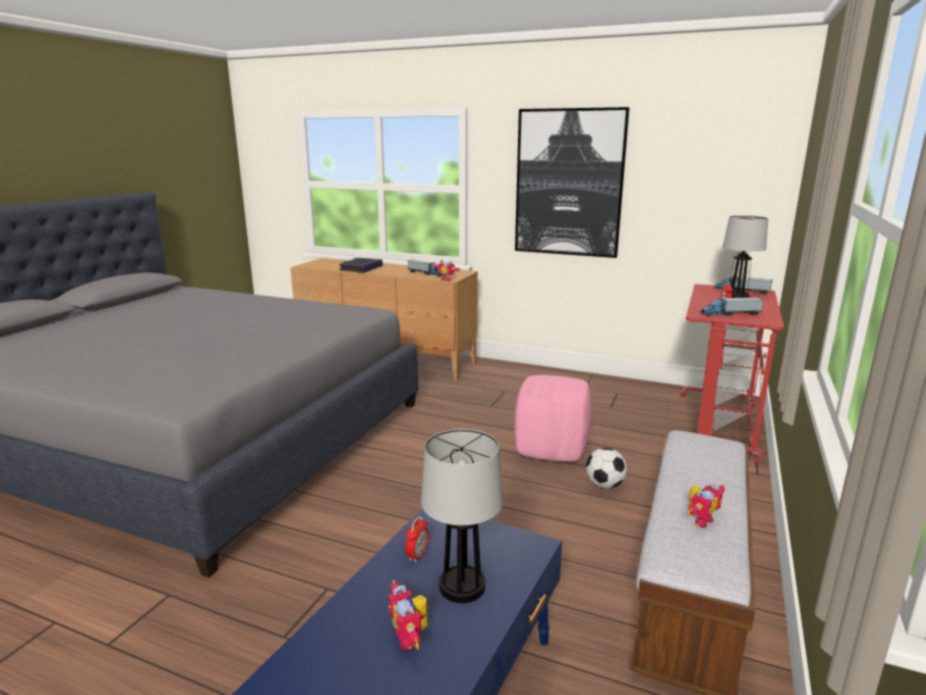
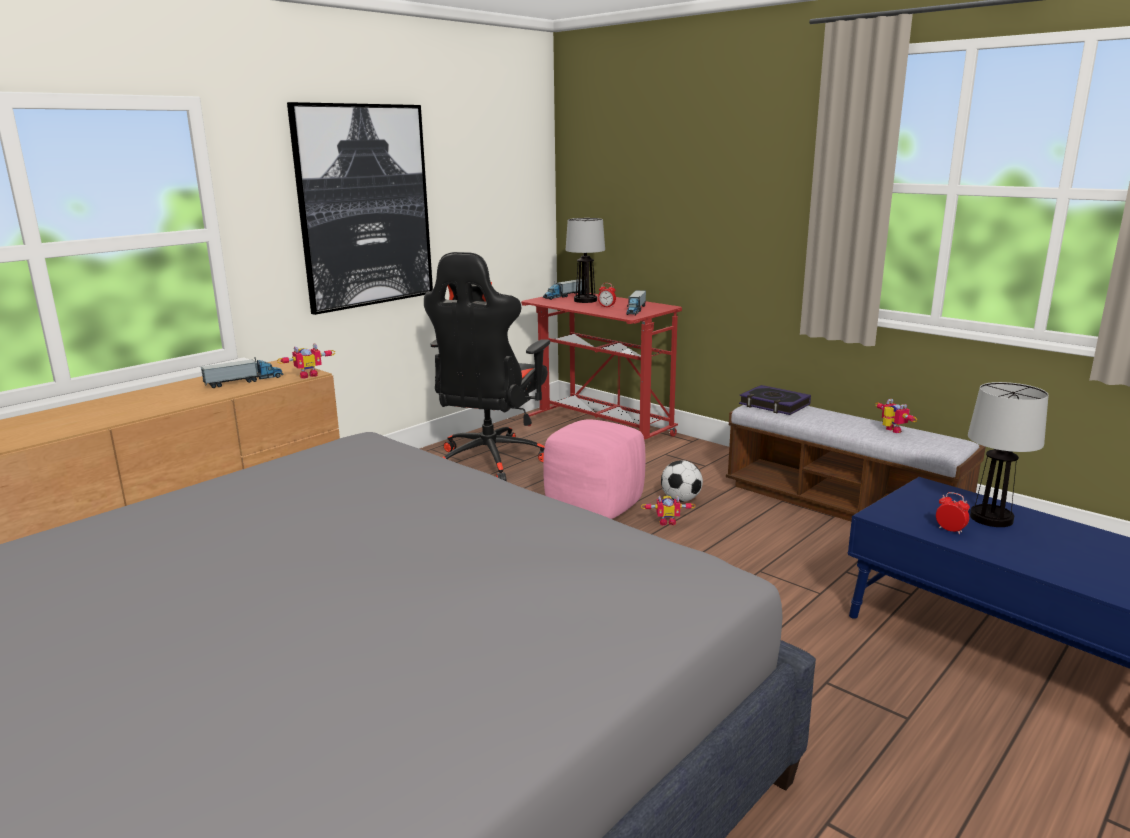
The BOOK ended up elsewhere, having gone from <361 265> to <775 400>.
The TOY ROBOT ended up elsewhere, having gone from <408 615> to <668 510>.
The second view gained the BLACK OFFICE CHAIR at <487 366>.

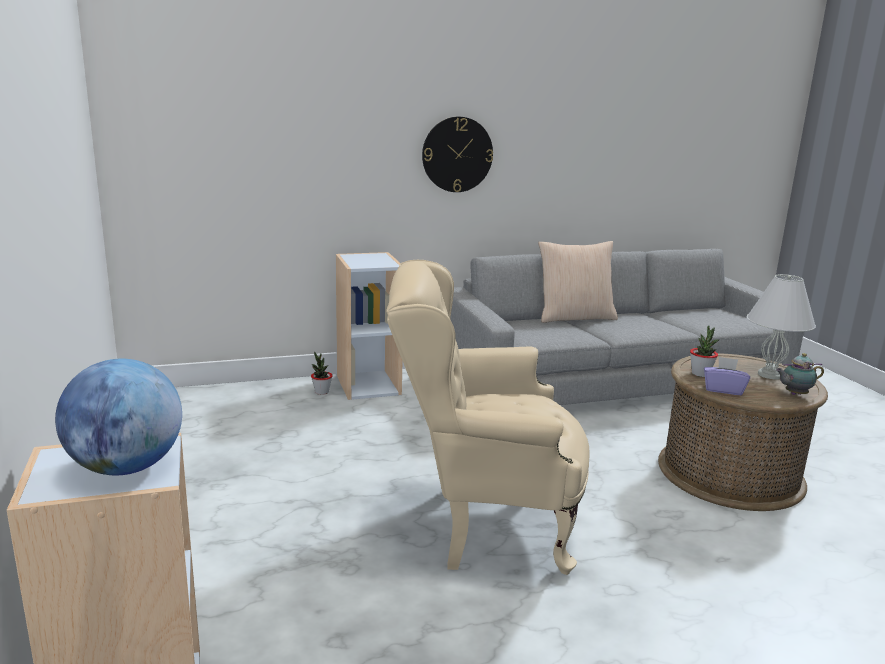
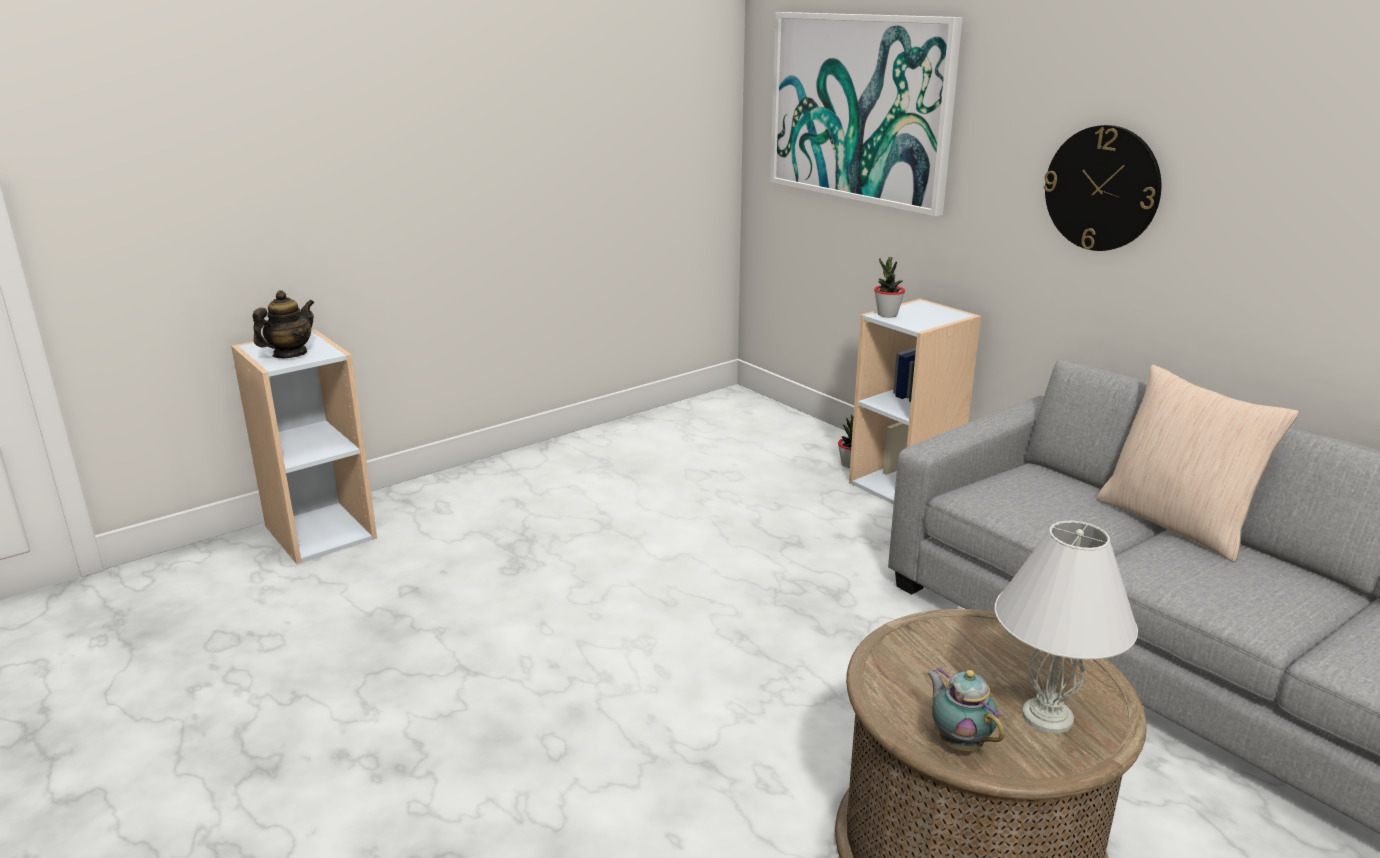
The second view lost the BEIGE ARMCHAIR at <488 417>.
The POTTED PLANT ended up elsewhere, having gone from <704 351> to <889 287>.
The second view lost the PURPLE TISSUE BOX at <727 376>.
Where the GLOBE stood at <118 417>, the TEAPOT came to stand at <283 324>.
The second view gained the PICTURE at <866 114>.

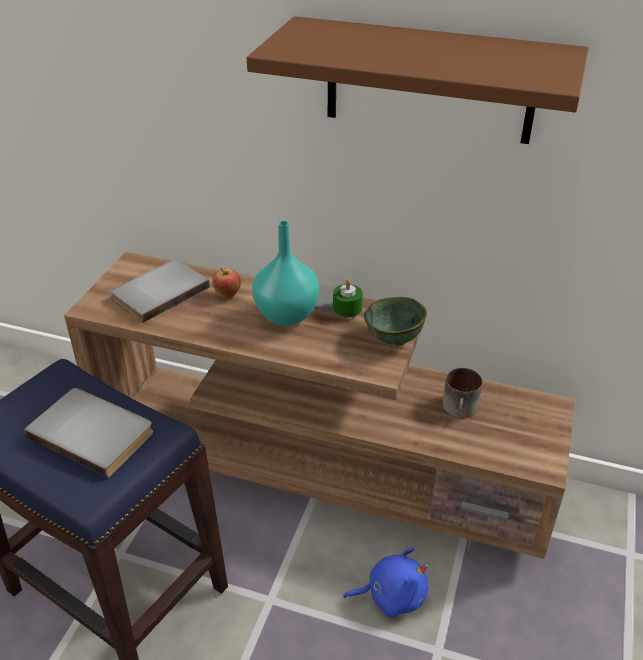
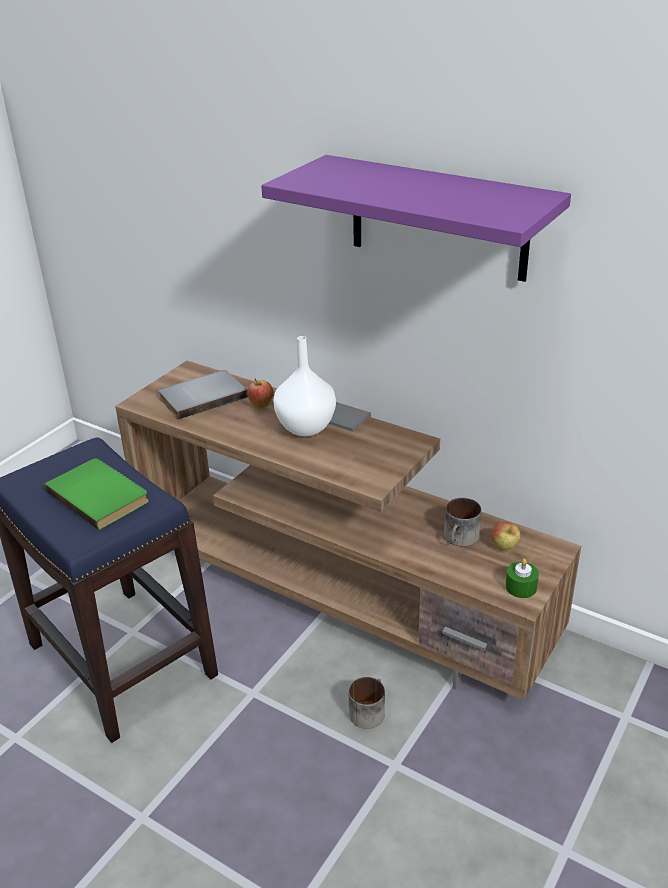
What was the BROWN SHELF at <418 80> turned into the PURPLE SHELF at <416 218>.
What was the TURQUOISE VASE at <285 273> turned into the WHITE VASE at <304 386>.
The GREEN CANDLE ended up elsewhere, having gone from <348 298> to <522 578>.
The second view lost the GREEN BOWL at <395 321>.
What was the GREY BOOK at <88 433> turned into the GREEN BOOK at <97 494>.
Where the BLUE PLUSH TOY stood at <386 582>, the MUG came to stand at <367 703>.
The second view gained the APPLE at <506 536>.

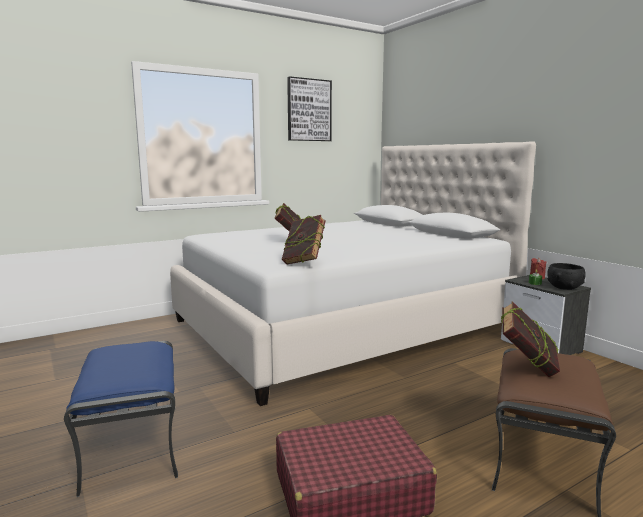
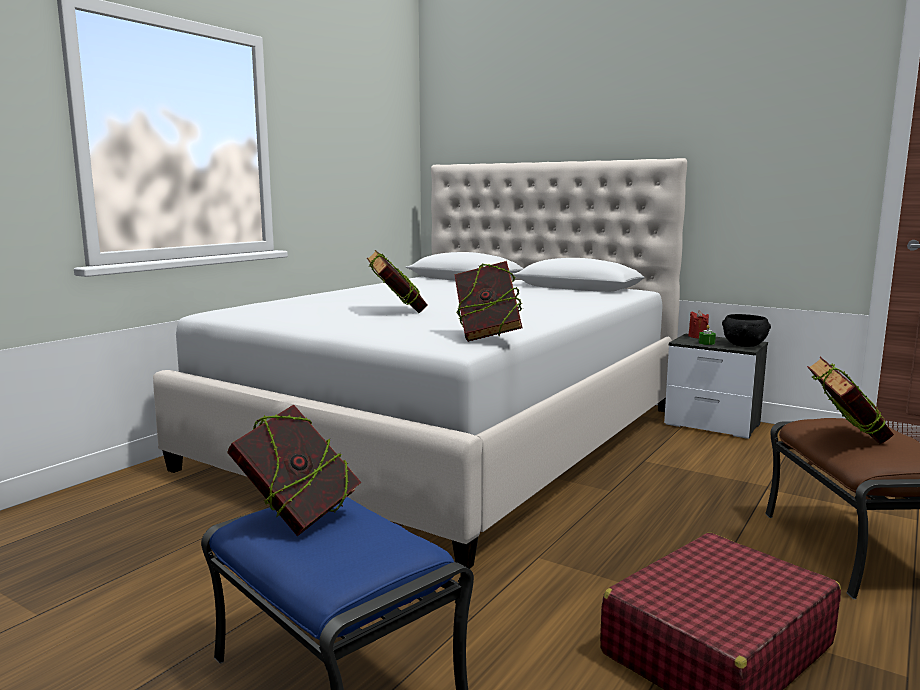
The second view lost the PICTURE at <309 108>.
The second view gained the BOOK at <294 470>.

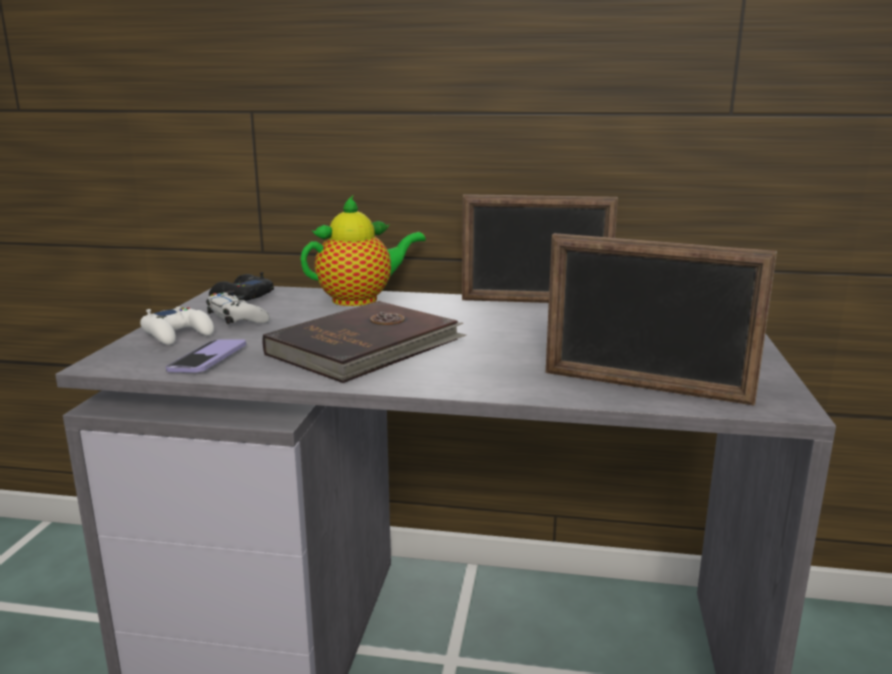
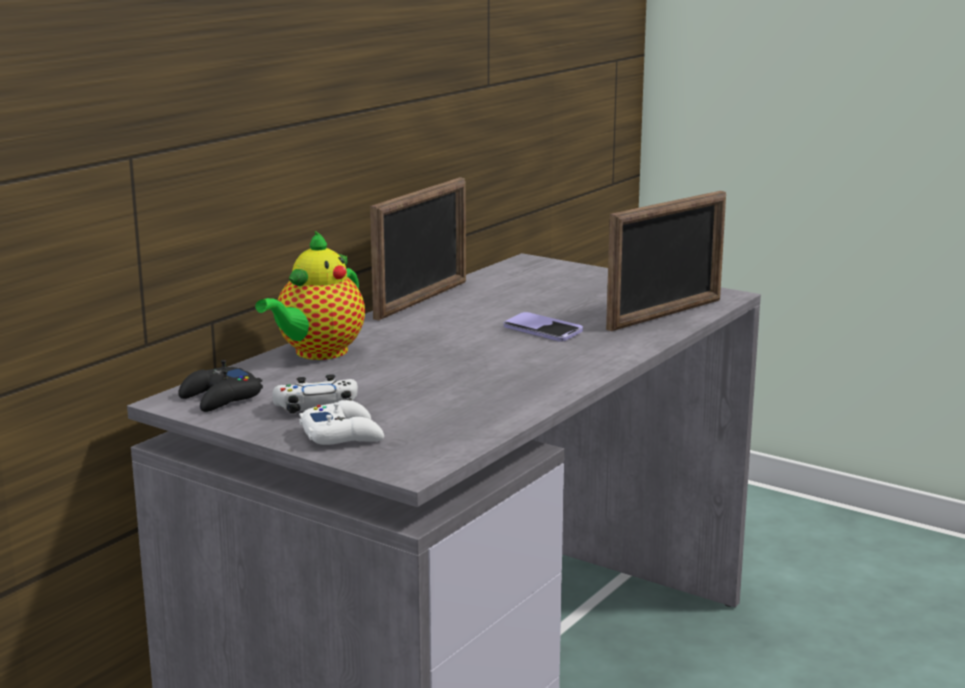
The TEAPOT at <363 251> ended up facing another way, 150 degrees counterclockwise from before.
The second view lost the BROWN BOOK at <364 342>.
The PHONE ended up elsewhere, having gone from <206 355> to <543 327>.

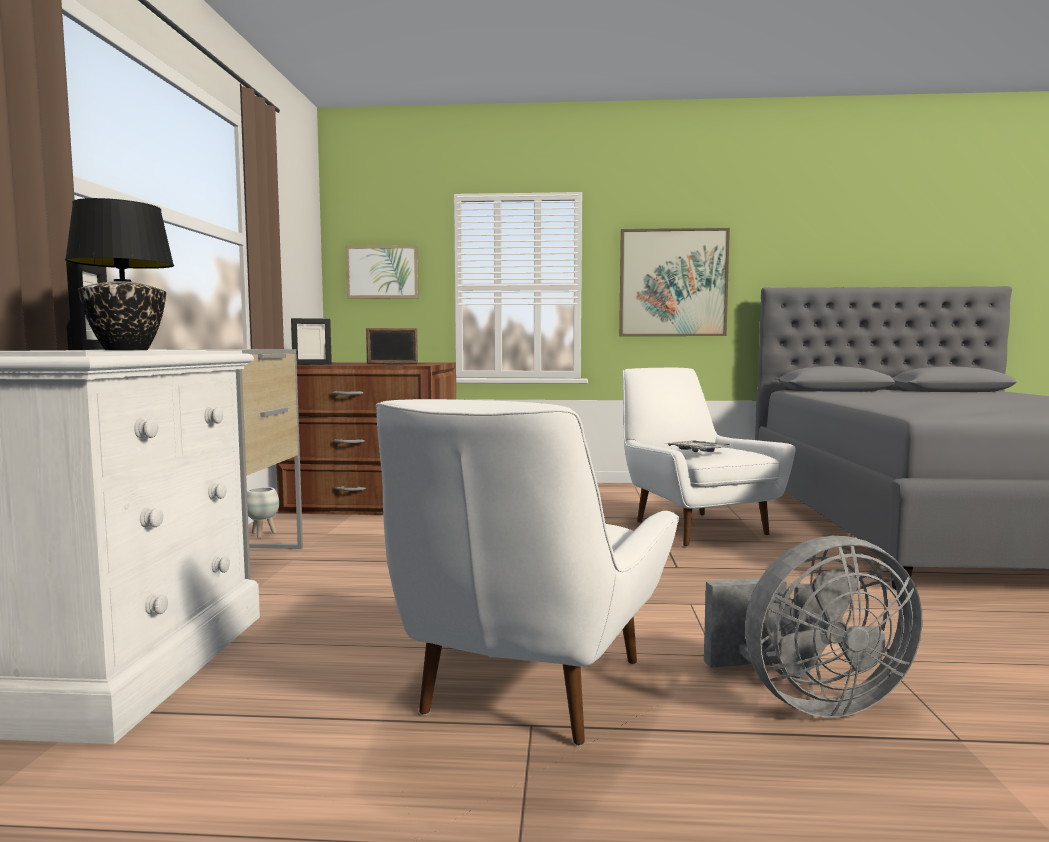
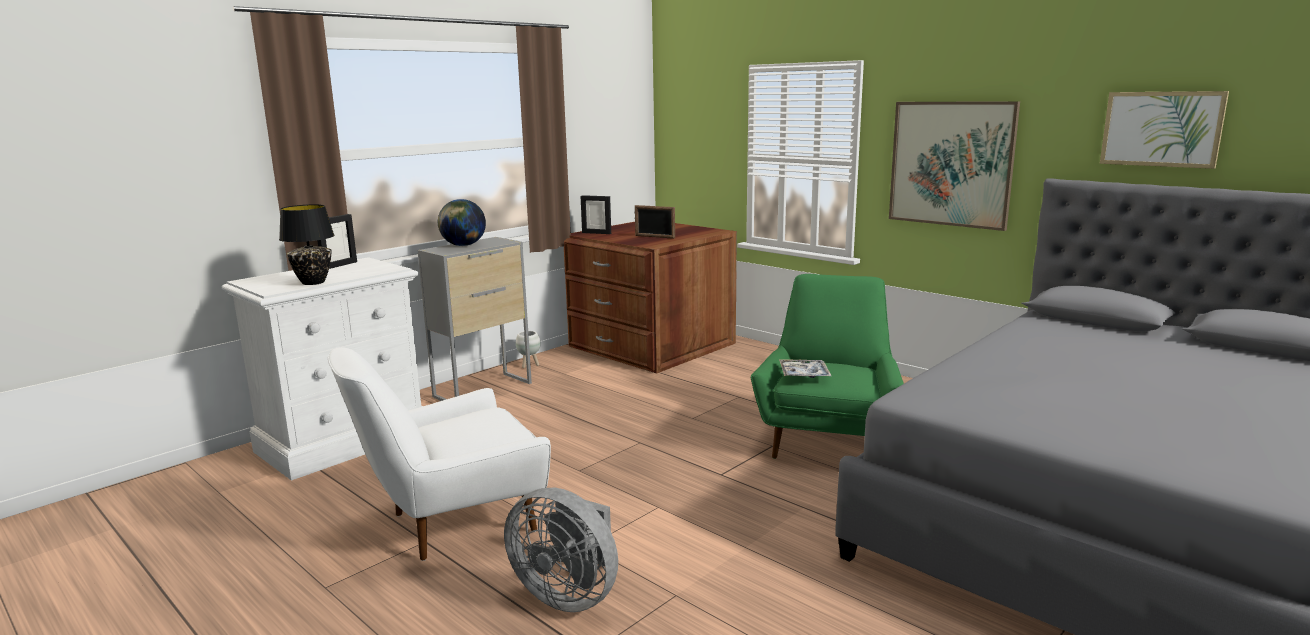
The PICTURE ended up elsewhere, having gone from <382 272> to <1164 130>.
What was the WHITE ARMCHAIR at <709 457> turned into the GREEN ARMCHAIR at <827 366>.
The second view gained the GLOBE at <462 222>.

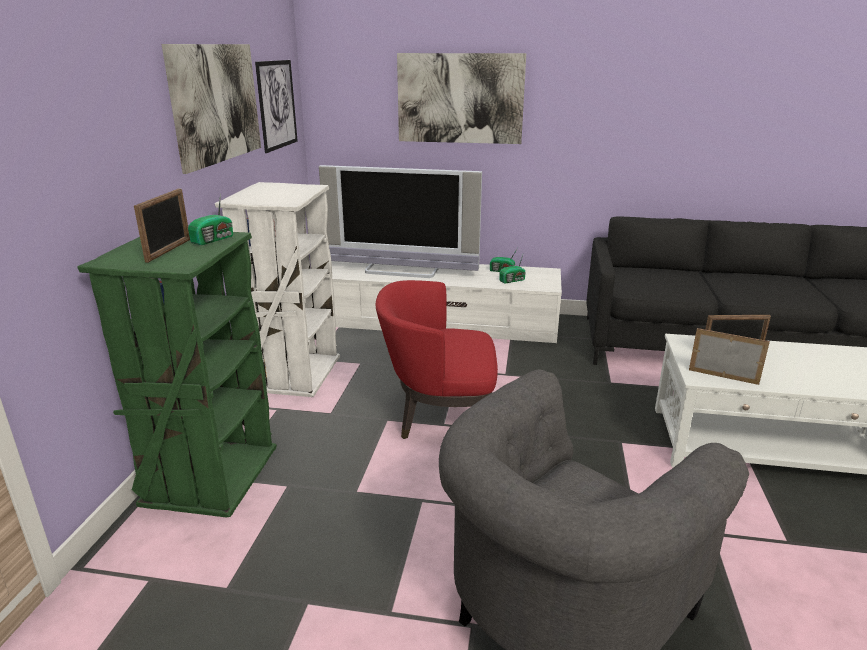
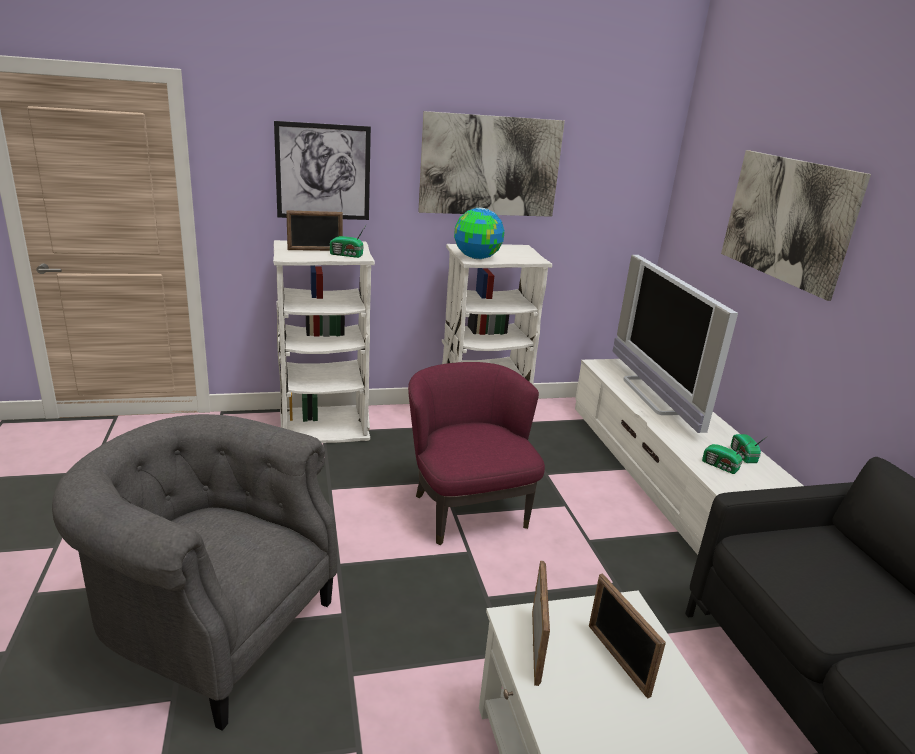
The PICTURE ended up elsewhere, having gone from <276 106> to <322 170>.
What was the GREEN BOOKCASE at <177 375> turned into the WHITE BOOKCASE at <324 341>.
What was the RED ARMCHAIR at <437 359> turned into the PURPLE ARMCHAIR at <476 453>.
The second view gained the GLOBE at <479 233>.

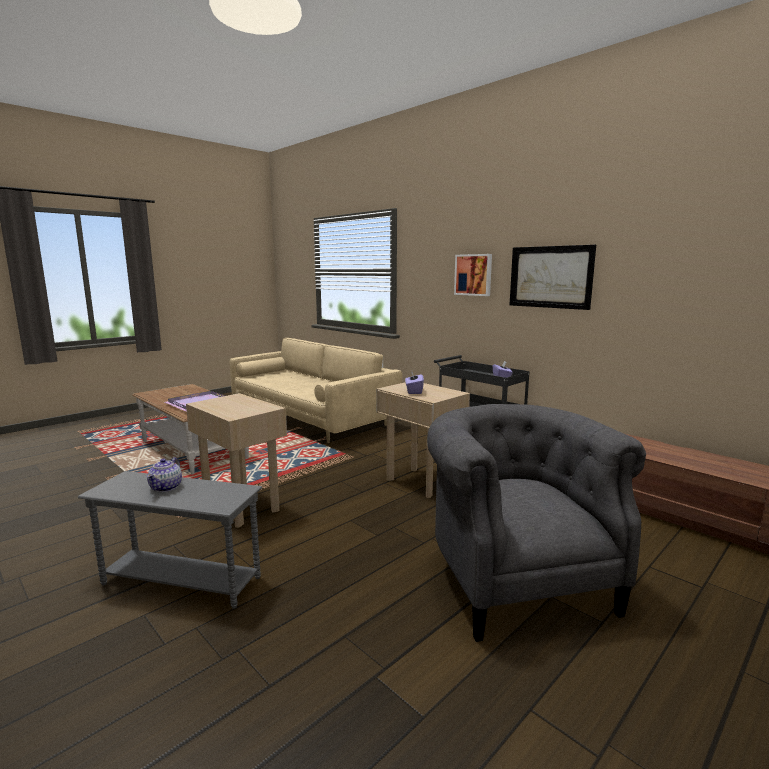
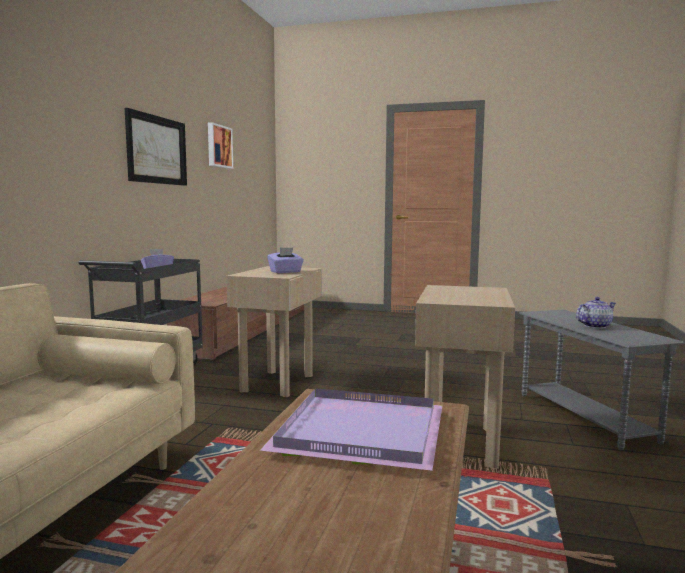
The PICTURE ended up elsewhere, having gone from <473 275> to <220 145>.
The second view lost the GREY ARMCHAIR at <536 523>.

